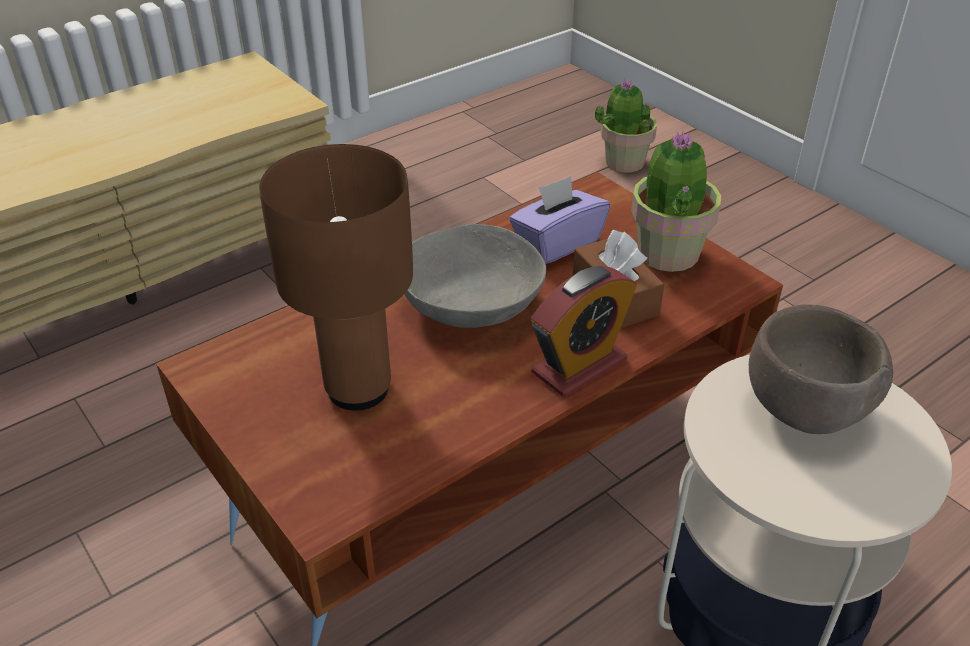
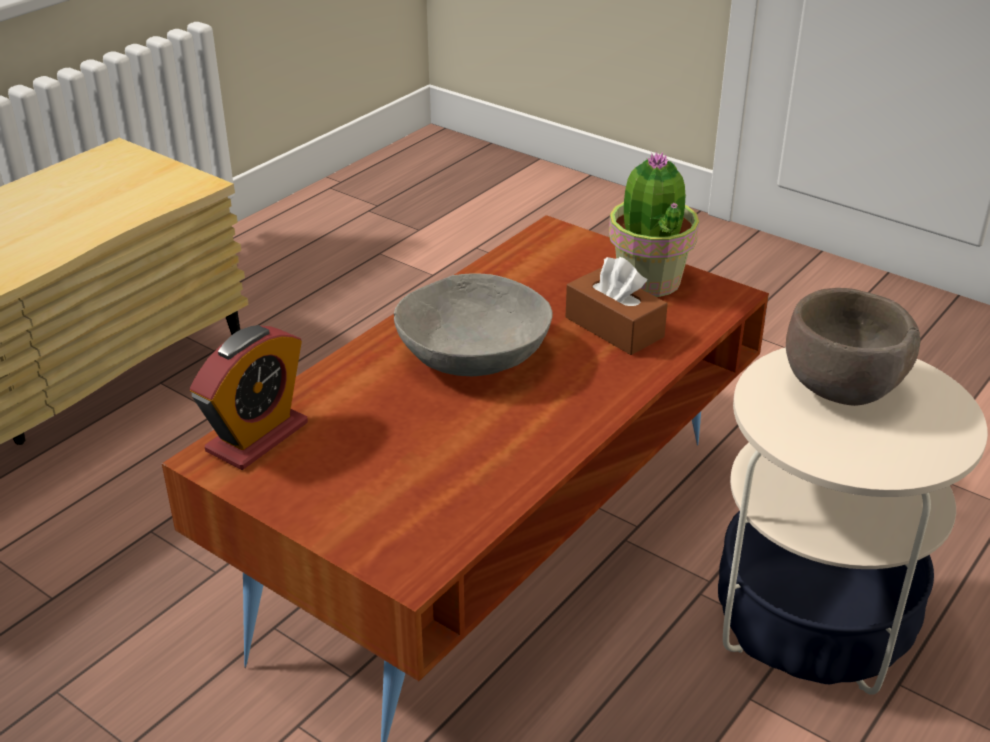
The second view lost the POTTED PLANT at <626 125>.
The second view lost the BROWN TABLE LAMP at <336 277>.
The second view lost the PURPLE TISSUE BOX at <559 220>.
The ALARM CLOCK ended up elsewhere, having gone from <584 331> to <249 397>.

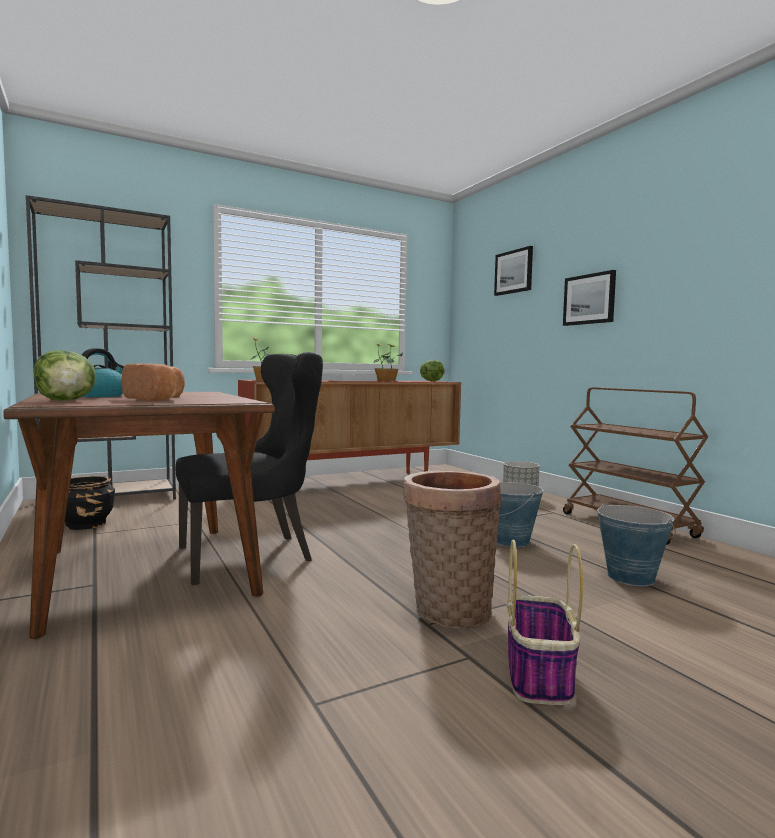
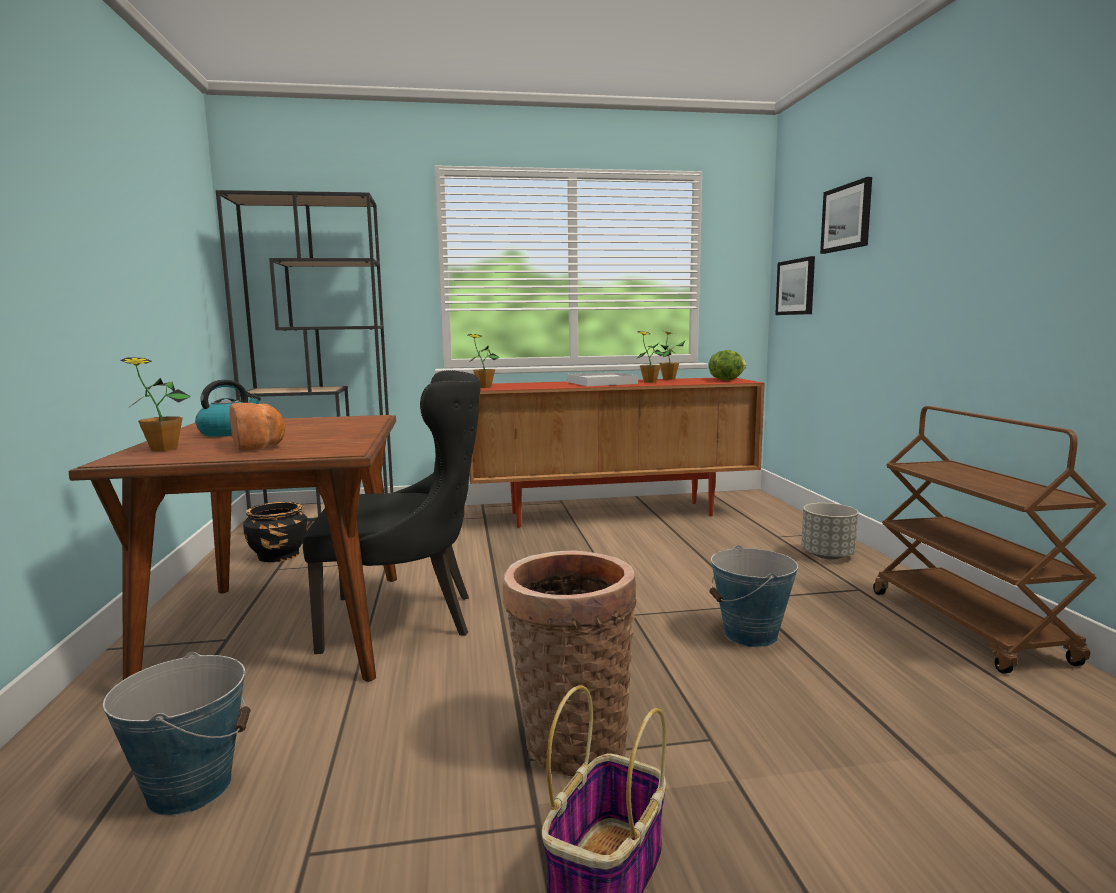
The PICTURE ended up elsewhere, having gone from <589 298> to <795 285>.
Where the LETTUCE stood at <65 375>, the POTTED PLANT came to stand at <155 404>.
The BUCKET ended up elsewhere, having gone from <636 544> to <177 734>.

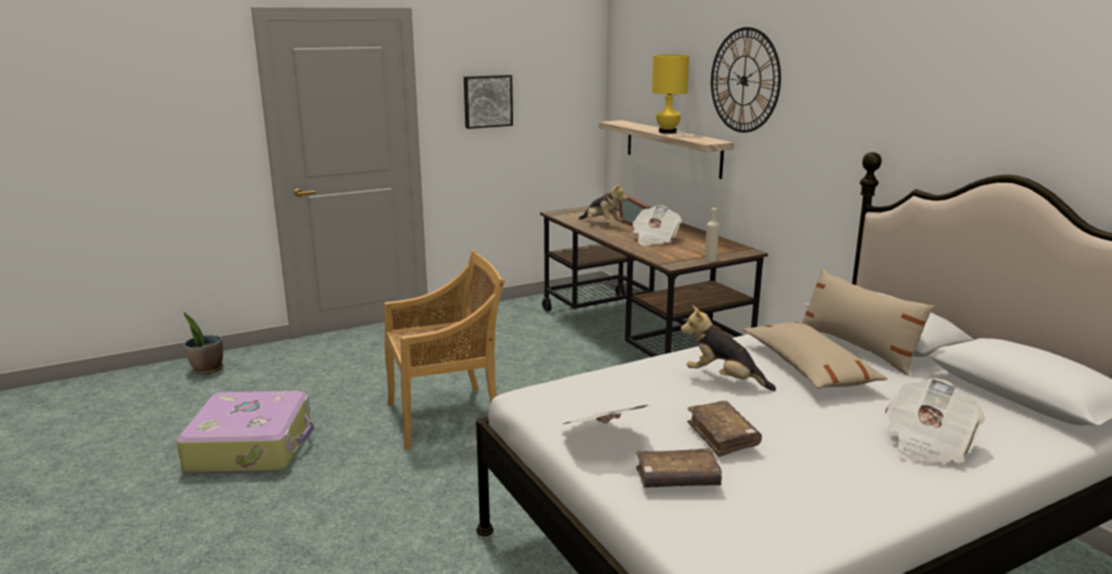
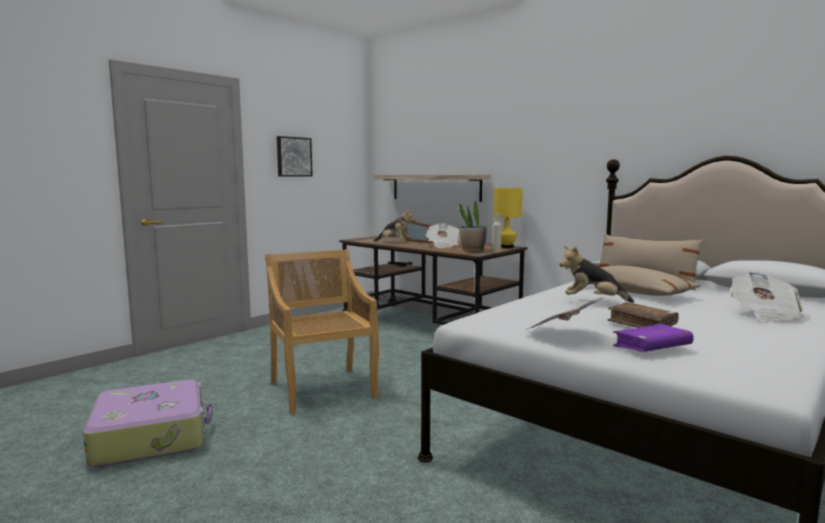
The second view lost the WALL CLOCK at <746 80>.
The YELLOW TABLE LAMP ended up elsewhere, having gone from <670 94> to <508 218>.
The BEIGE CHAIR at <444 350> ended up facing another way, 75 degrees counterclockwise from before.
The POTTED PLANT ended up elsewhere, having gone from <203 343> to <472 226>.
What was the BROWN BOOK at <679 468> turned into the PURPLE BOOK at <653 338>.

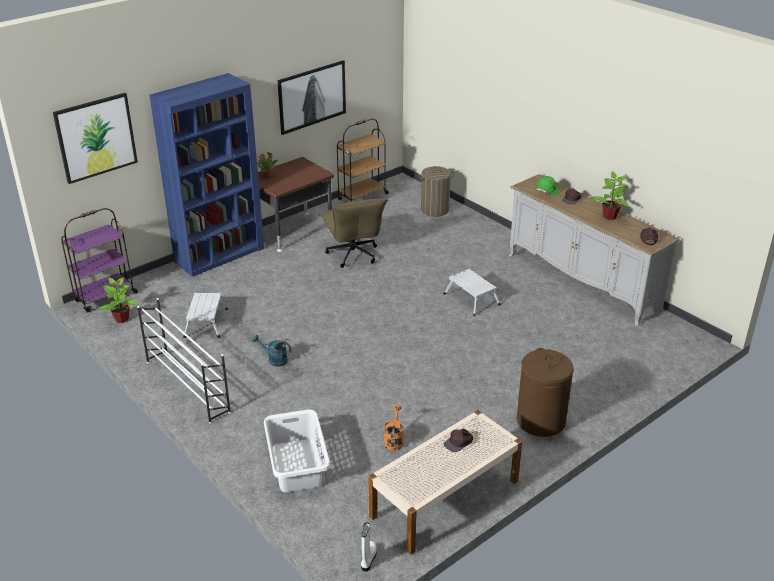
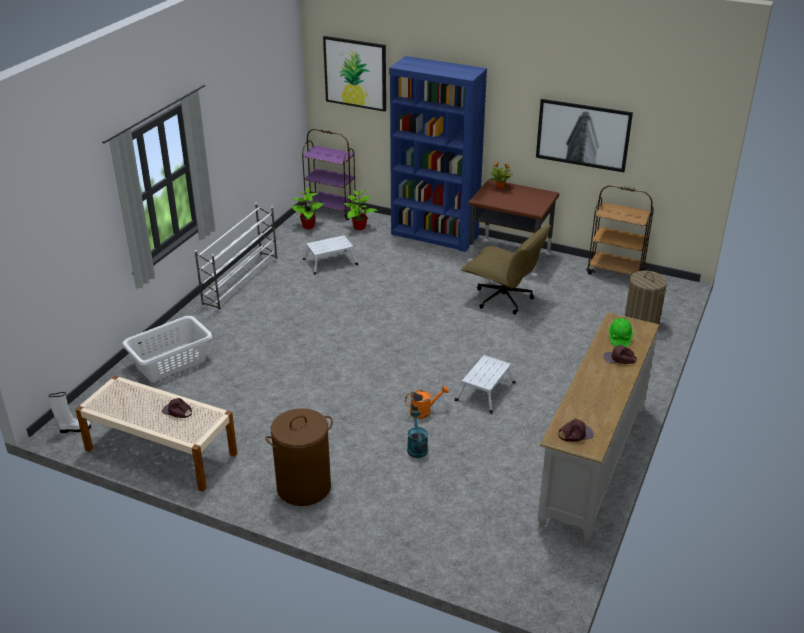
The POTTED PLANT ended up elsewhere, having gone from <610 195> to <360 210>.
The BEIGE OFFICE CHAIR at <353 233> ended up facing another way, 105 degrees counterclockwise from before.
The TURQUOISE WATERING CAN ended up elsewhere, having gone from <271 350> to <417 434>.
The ORANGE WATERING CAN ended up elsewhere, having gone from <394 428> to <427 402>.

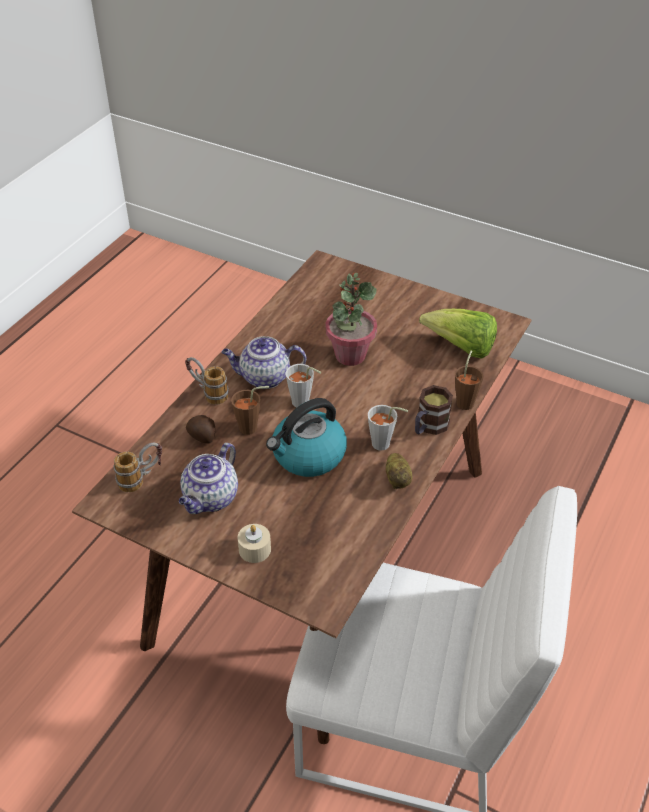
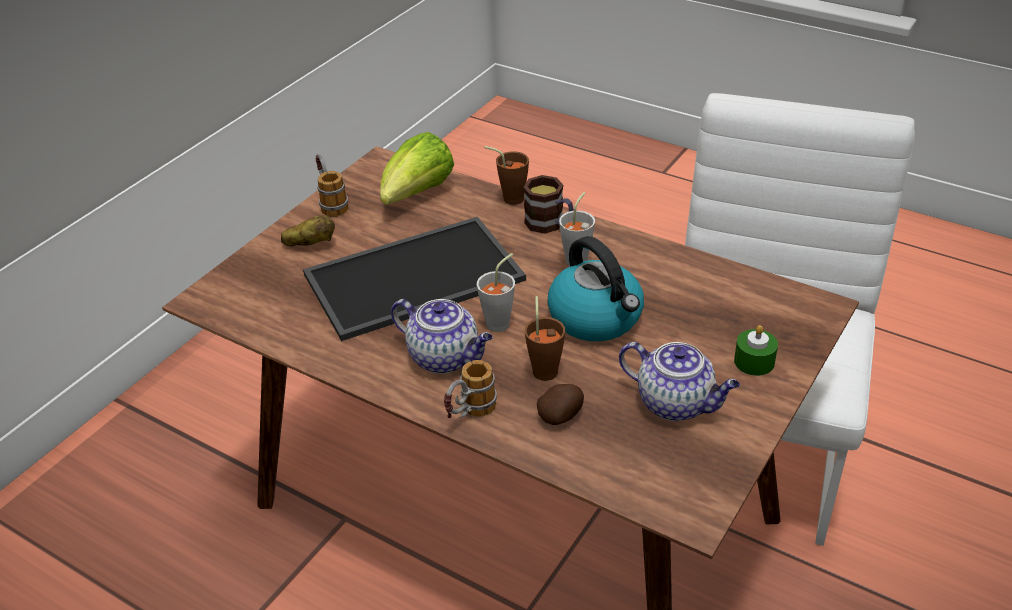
Where the POTTED PLANT stood at <351 319>, the TRAY came to stand at <414 279>.
The TEAPOT at <264 362> ended up facing another way, 60 degrees counterclockwise from before.
The MUG ended up elsewhere, having gone from <137 467> to <332 185>.
The POTATO ended up elsewhere, having gone from <399 471> to <308 231>.
What was the BEIGE CANDLE at <254 543> turned into the GREEN CANDLE at <756 350>.

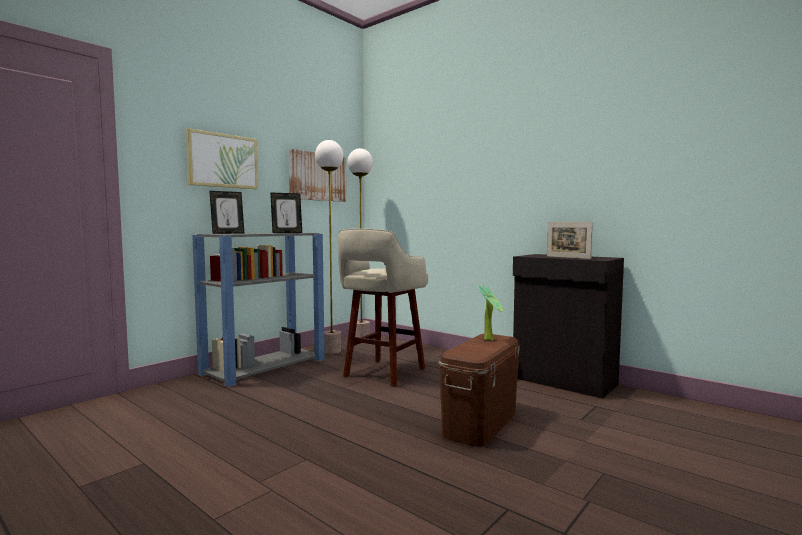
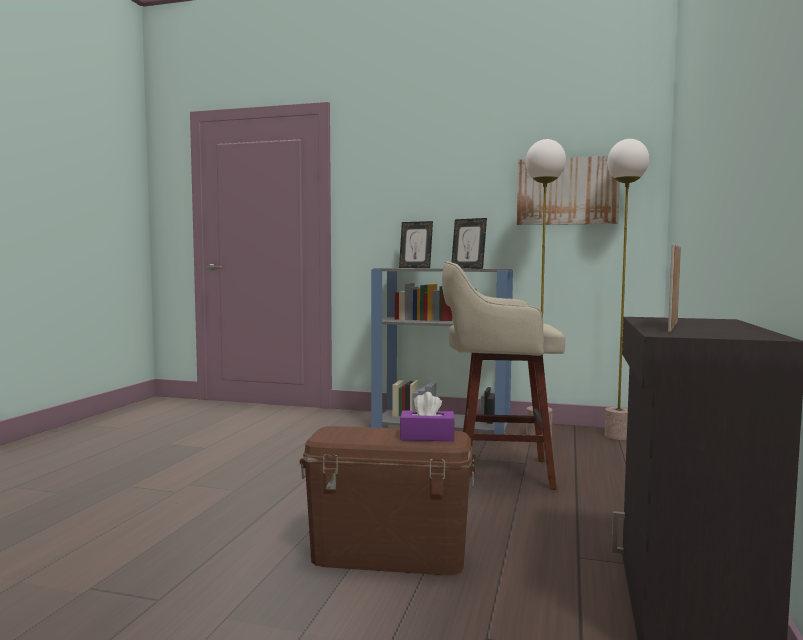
The second view lost the PICTURE at <222 158>.
Where the POTTED PLANT stood at <490 313>, the PURPLE TISSUE BOX came to stand at <427 416>.

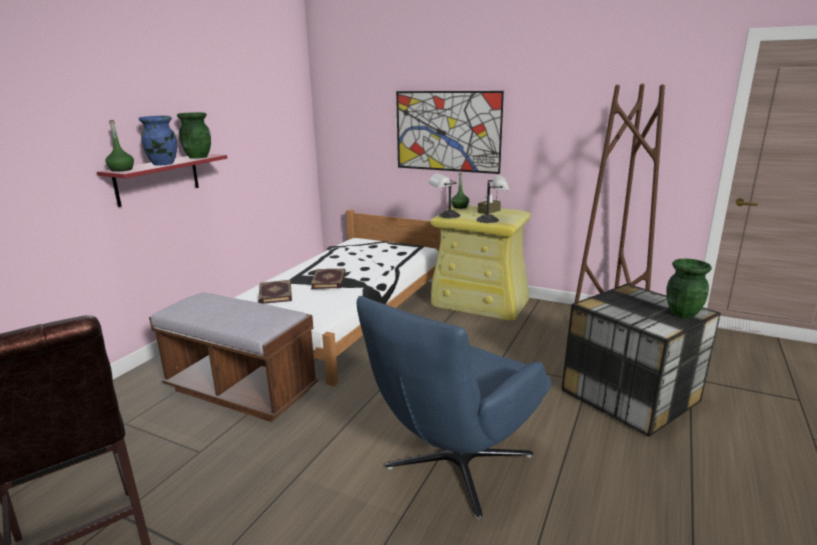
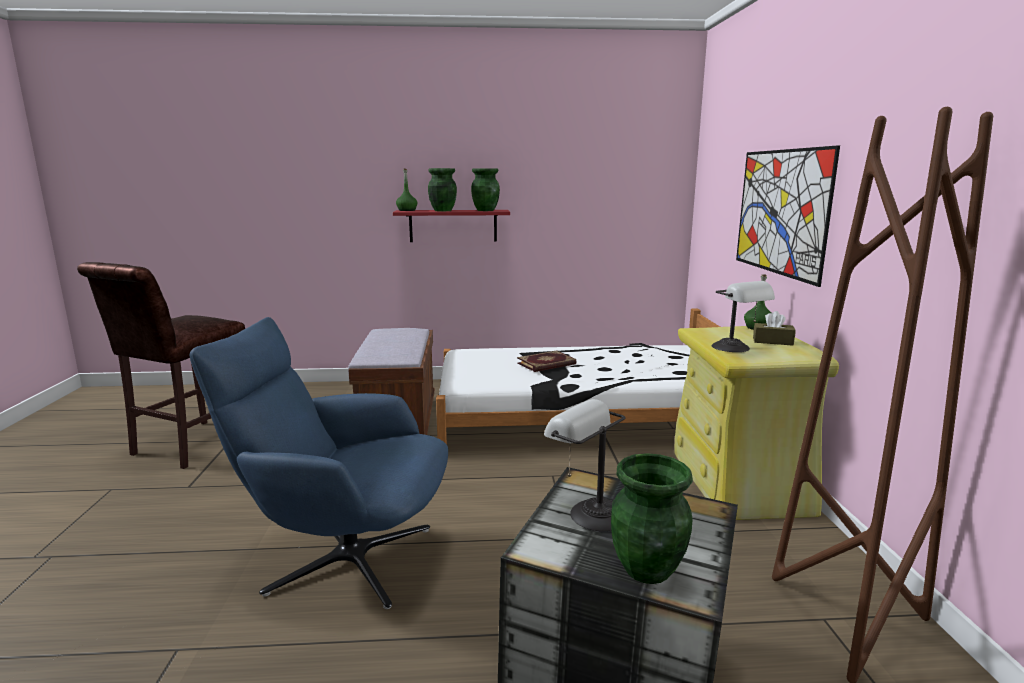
What was the BLUE VASE at <158 141> turned into the GREEN VASE at <442 189>.
The TABLE LAMP ended up elsewhere, having gone from <445 195> to <585 465>.
The second view lost the BOOK at <275 292>.

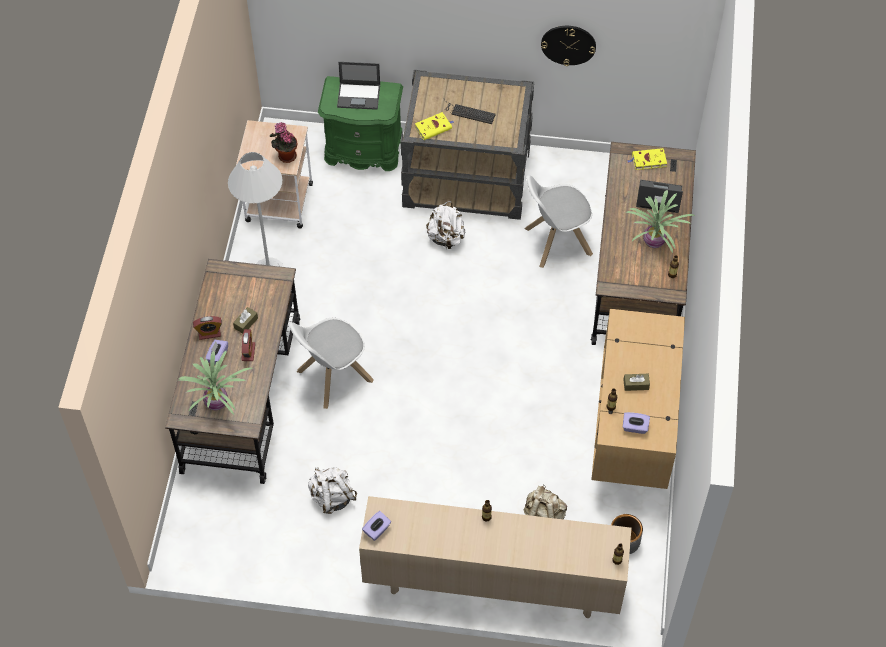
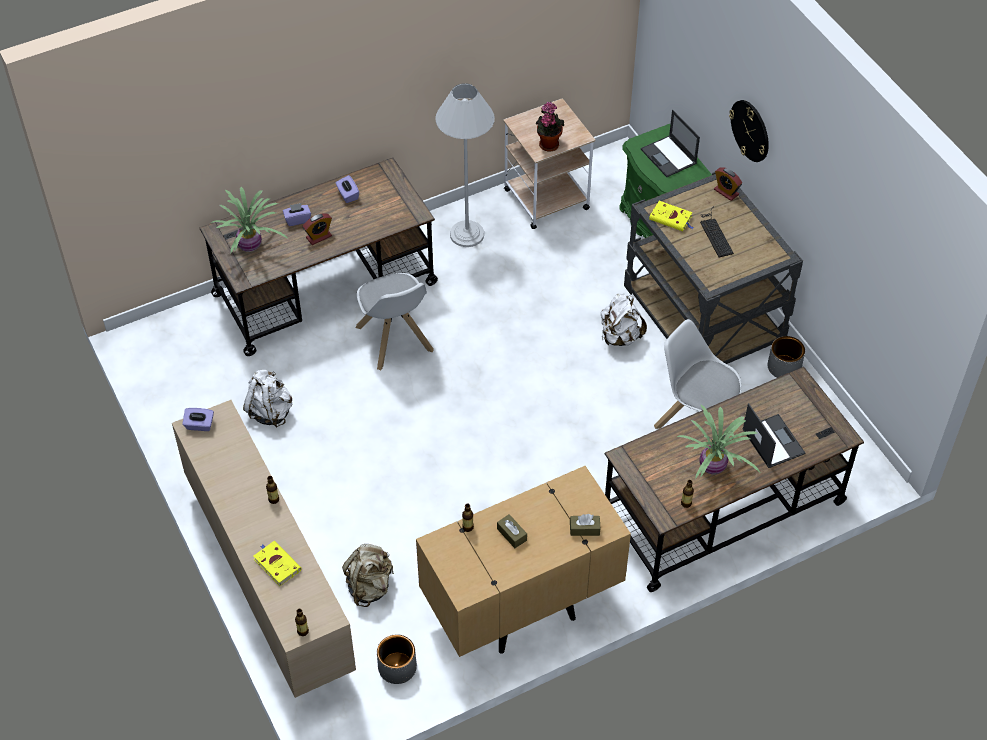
The WALL CLOCK ended up elsewhere, having gone from <568 46> to <749 131>.
The YELLOW BOOK ended up elsewhere, having gone from <647 159> to <277 563>.
The BROWN TISSUE BOX ended up elsewhere, having gone from <245 320> to <585 525>.
The ALARM CLOCK ended up elsewhere, having gone from <207 328> to <728 184>.
The CHAIR at <331 363> ended up facing another way, 135 degrees counterclockwise from before.
The PURPLE TISSUE BOX ended up elsewhere, having gone from <636 423> to <347 189>.
The second view gained the GREY PLANTER at <786 357>.

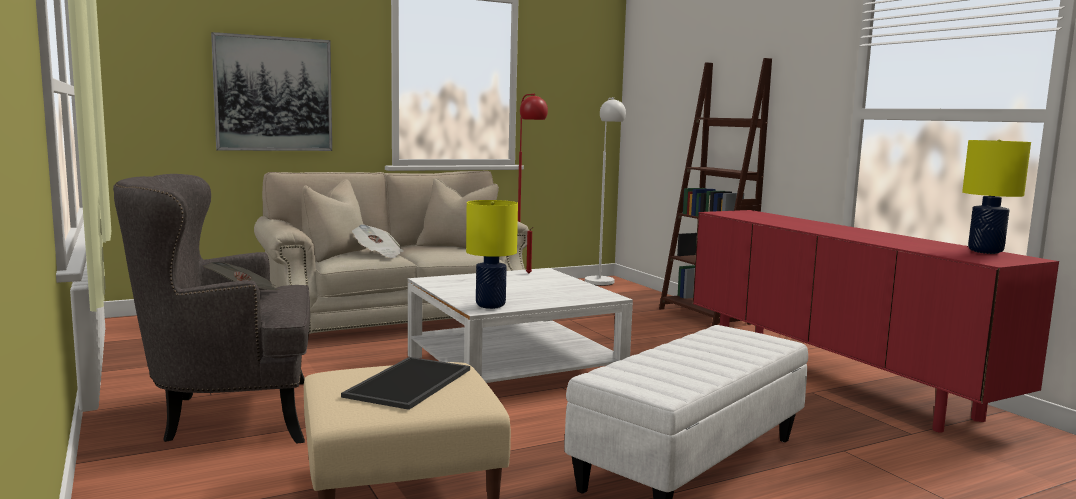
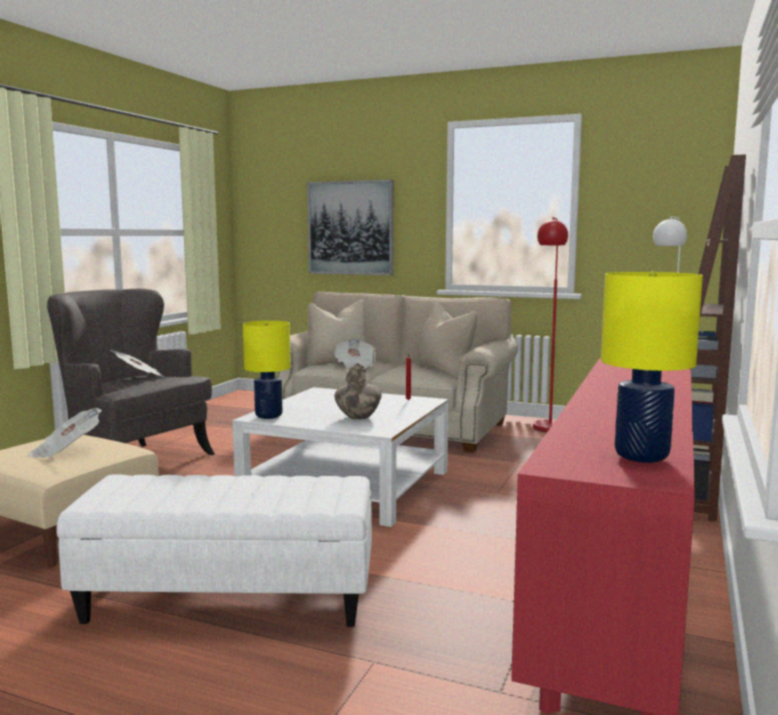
Where the TRAY stood at <405 383>, the NEWSPAPER came to stand at <65 433>.
The second view gained the VASE at <358 391>.

